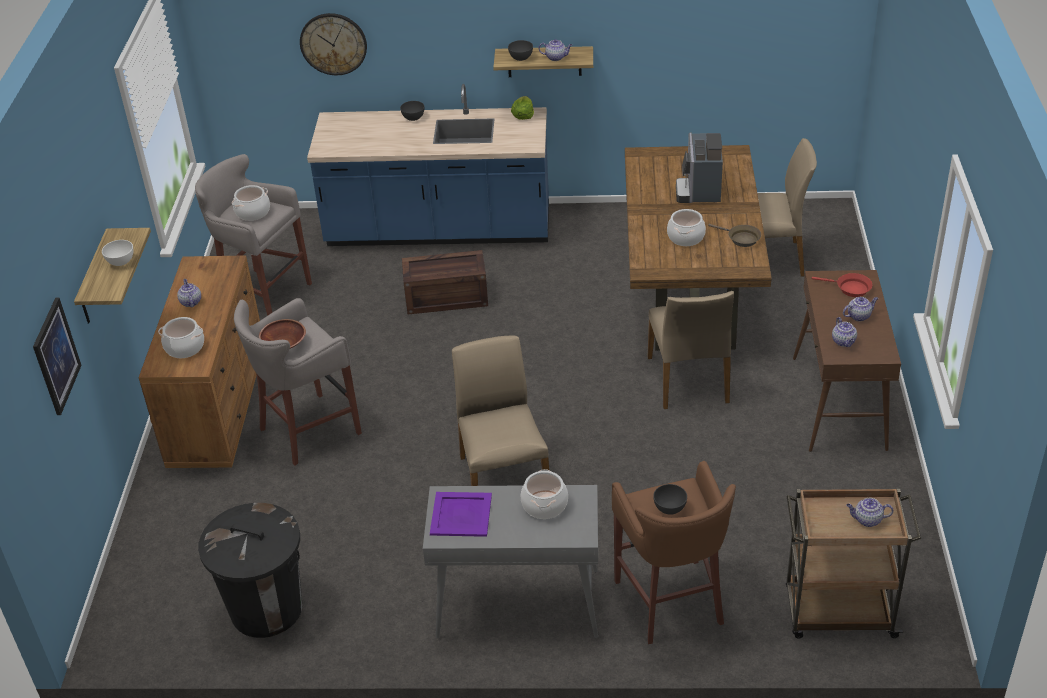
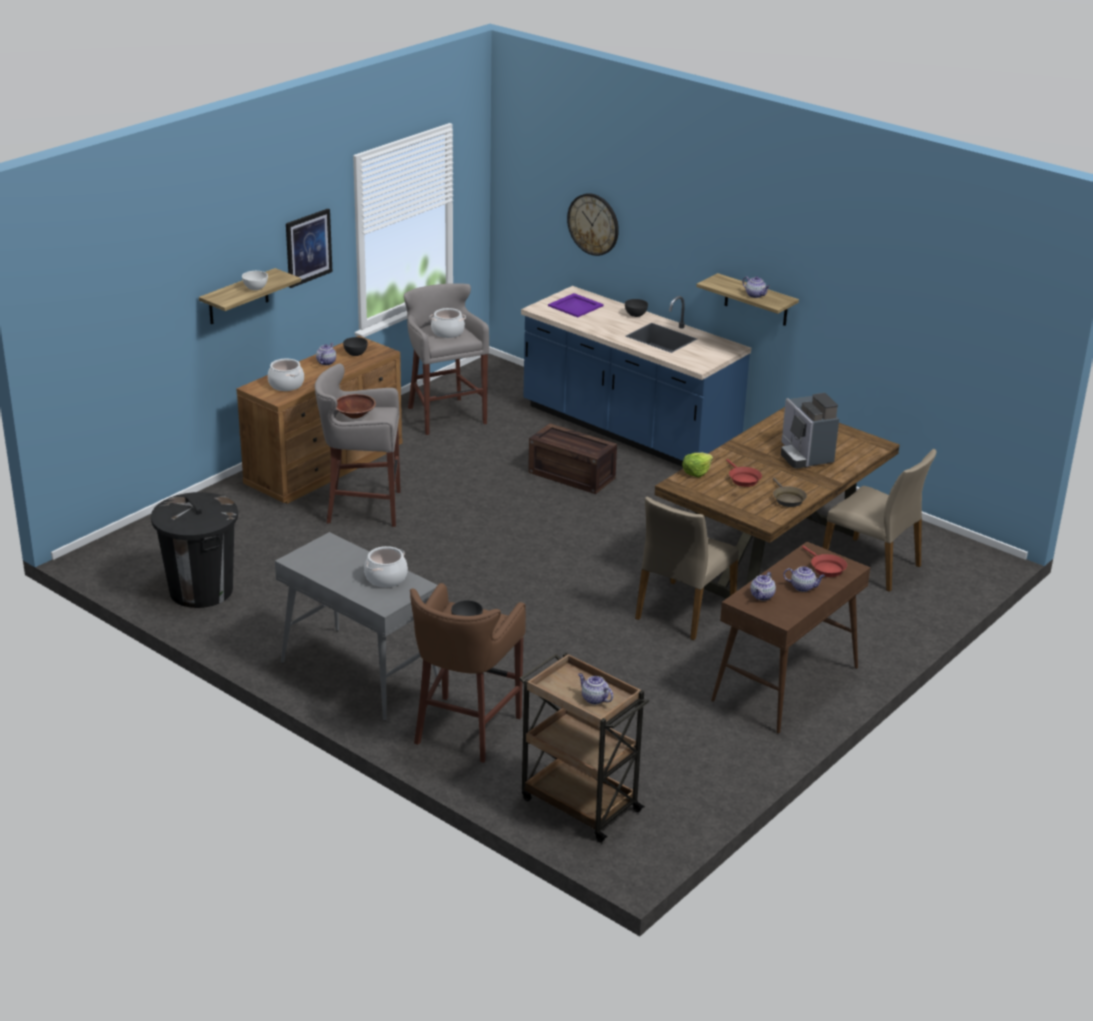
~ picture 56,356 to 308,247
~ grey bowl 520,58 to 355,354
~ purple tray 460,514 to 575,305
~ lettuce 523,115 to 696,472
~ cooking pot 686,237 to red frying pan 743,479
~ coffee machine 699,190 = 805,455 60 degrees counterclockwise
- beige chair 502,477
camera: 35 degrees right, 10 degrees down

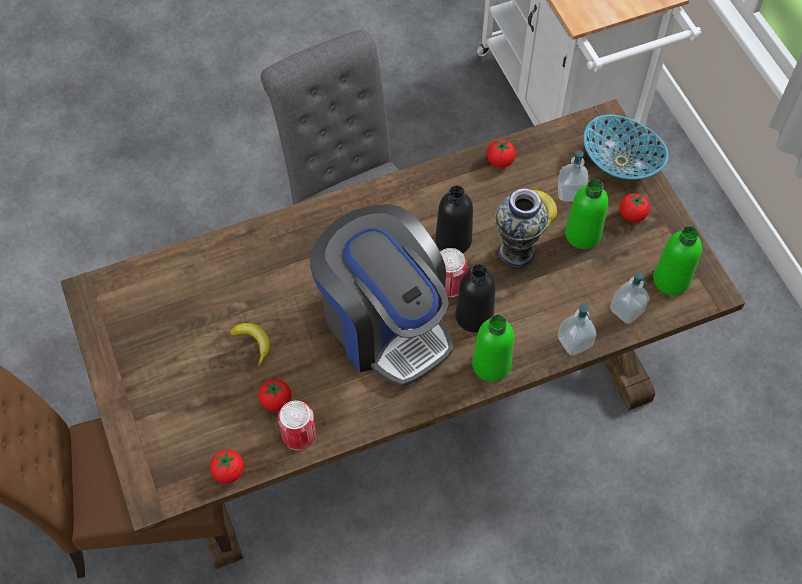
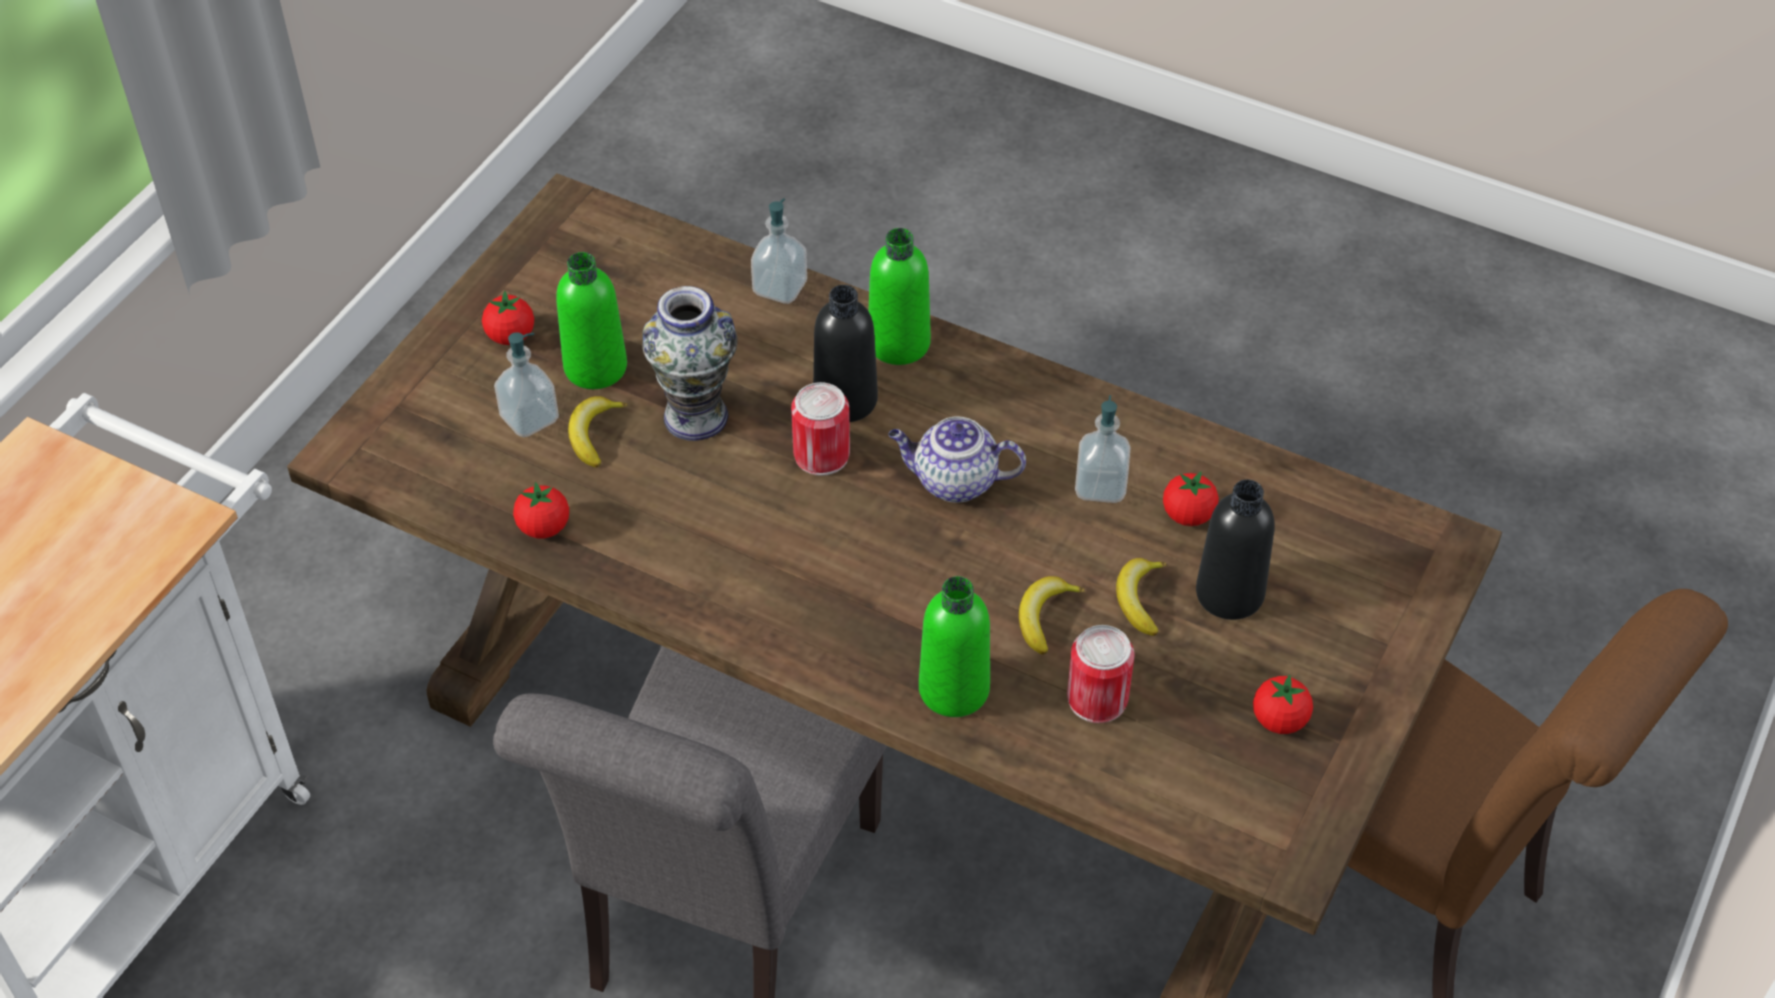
~ coffee machine 385,323 to teapot 954,482
~ green bottle 671,280 to 954,689
+ banana 1044,617
~ can 299,434 to 1097,699
~ soap dispenser 626,310 to 1100,486
~ black bottle 453,240 to 1229,594
~ tomato 228,472 to 1279,720
- bowl 621,161
camera: 130 degrees left, 10 degrees down

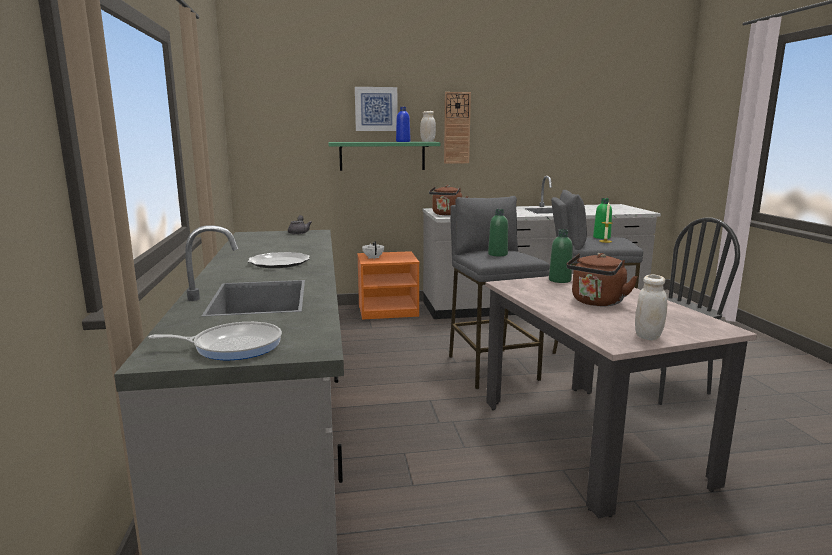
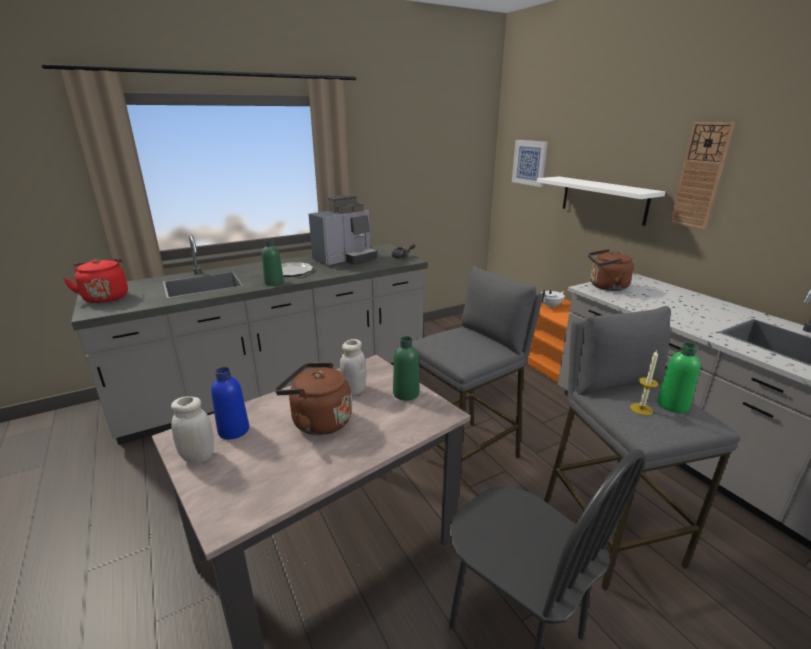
~ frying pan 233,346 to red kettle 106,297
~ blue bottle 403,141 to 233,430
~ green bottle 497,254 to 274,283
+ coffee machine 346,259
~ white jar 427,141 to 354,390
~ picture 376,109 to 529,162
~ green shelf 382,156 to white shelf 603,199
camera: 70 degrees right, 10 degrees up

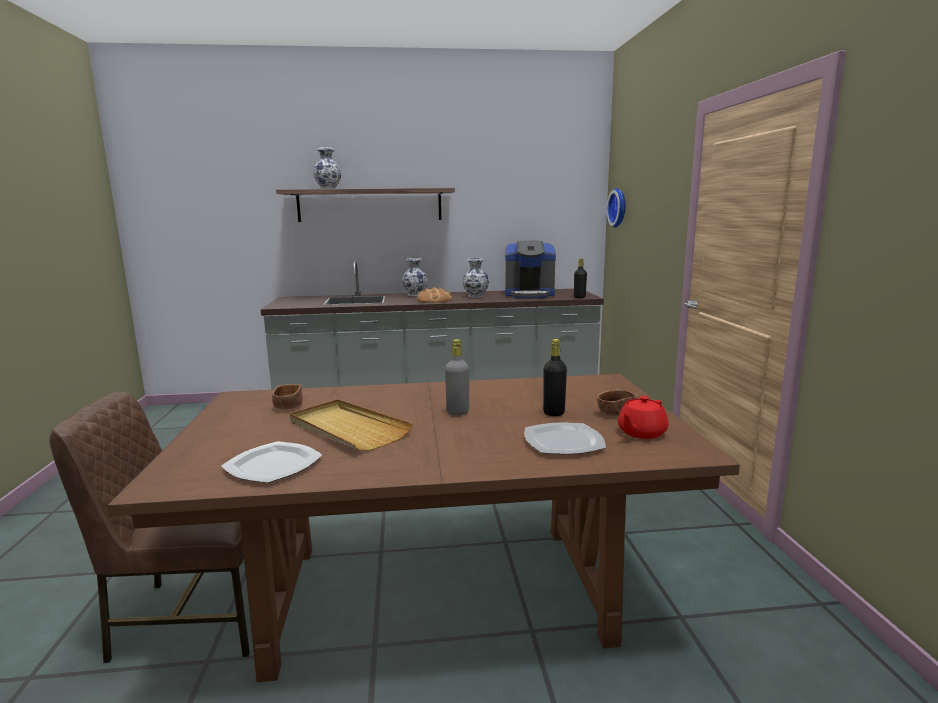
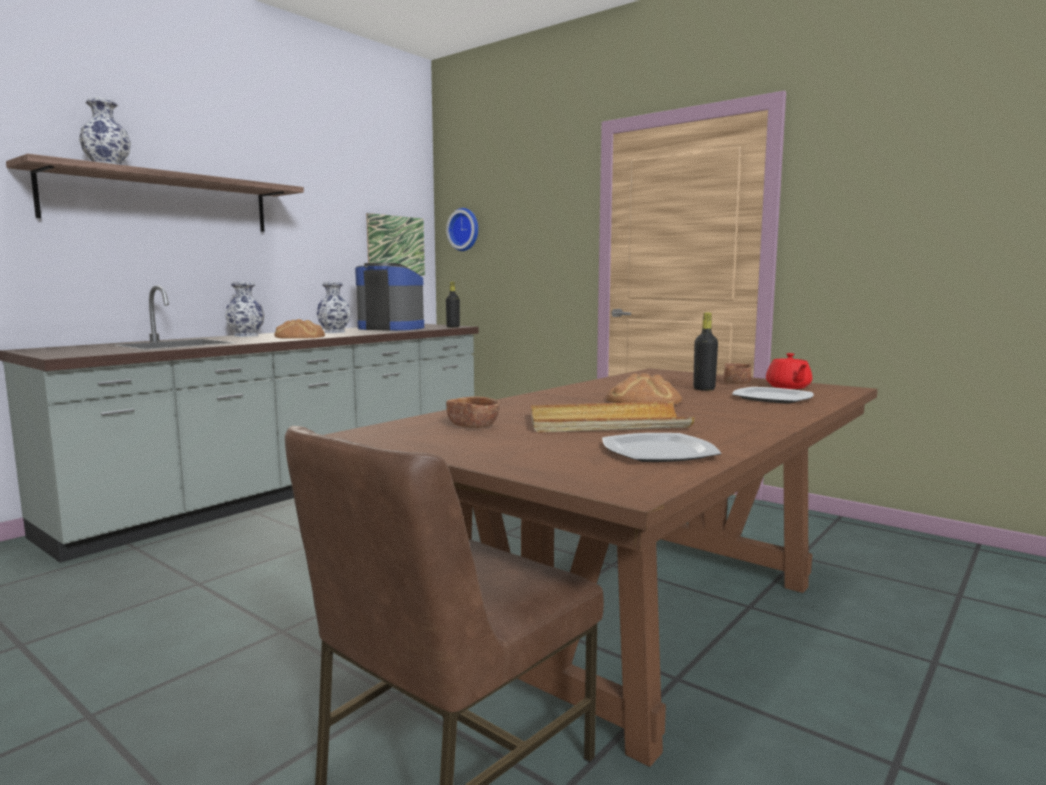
~ coffee machine 529,294 = 391,328 120 degrees counterclockwise
+ picture 396,245
~ grey bottle 457,412 to bread 643,400
camera: 45 degrees left, 5 degrees down

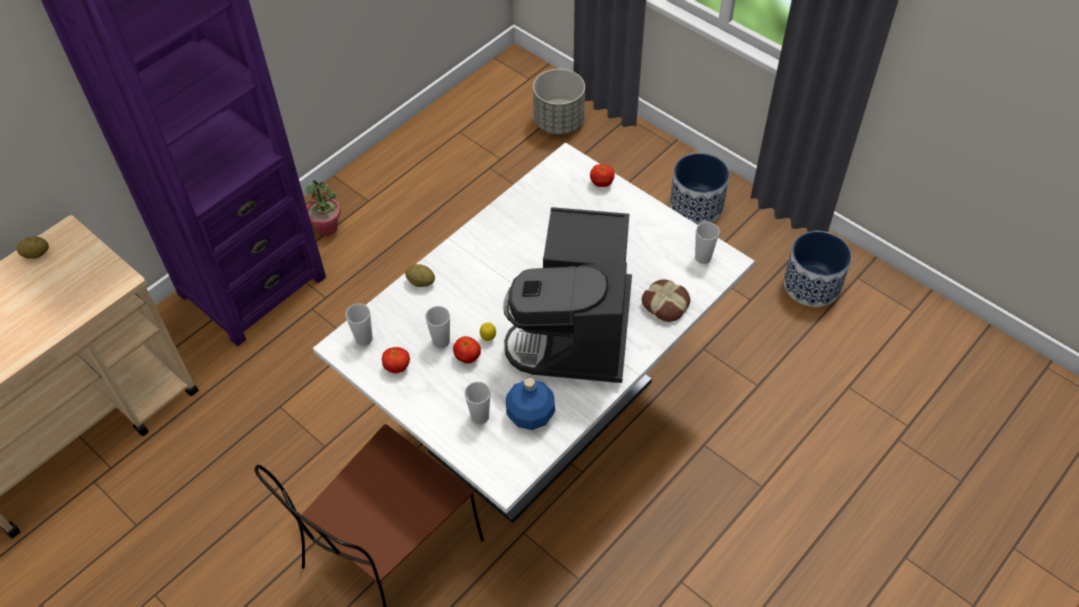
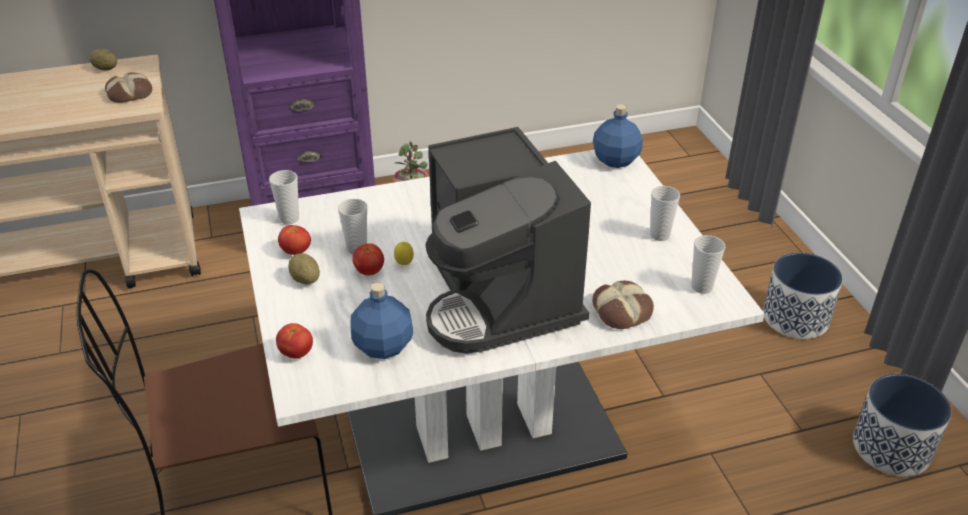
+ bread 130,93
~ tomato 601,183 to 296,353
~ potato 421,282 to 305,279
~ coffee machine 577,333 = 499,296 60 degrees counterclockwise
+ blue bottle 615,160
~ cup 480,417 to 659,235
- grey planter 558,122
camera: 30 degrees right, 15 degrees down

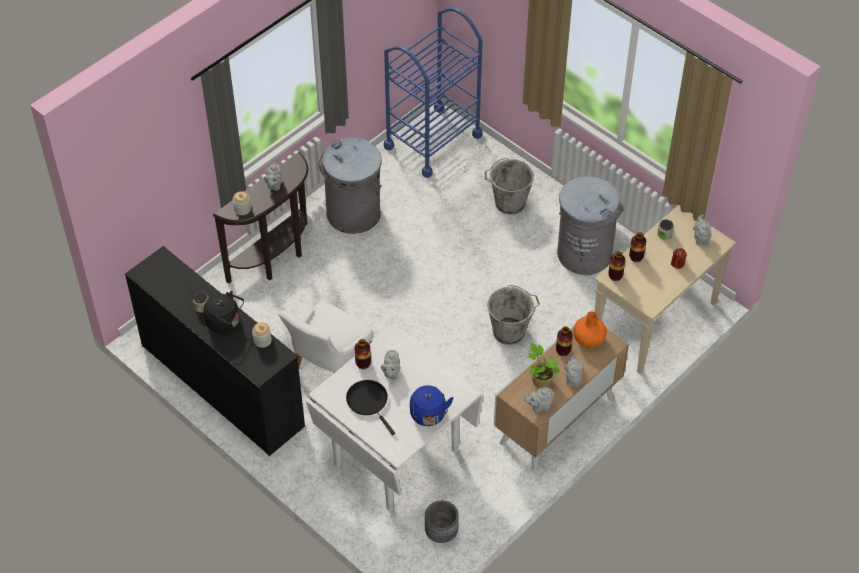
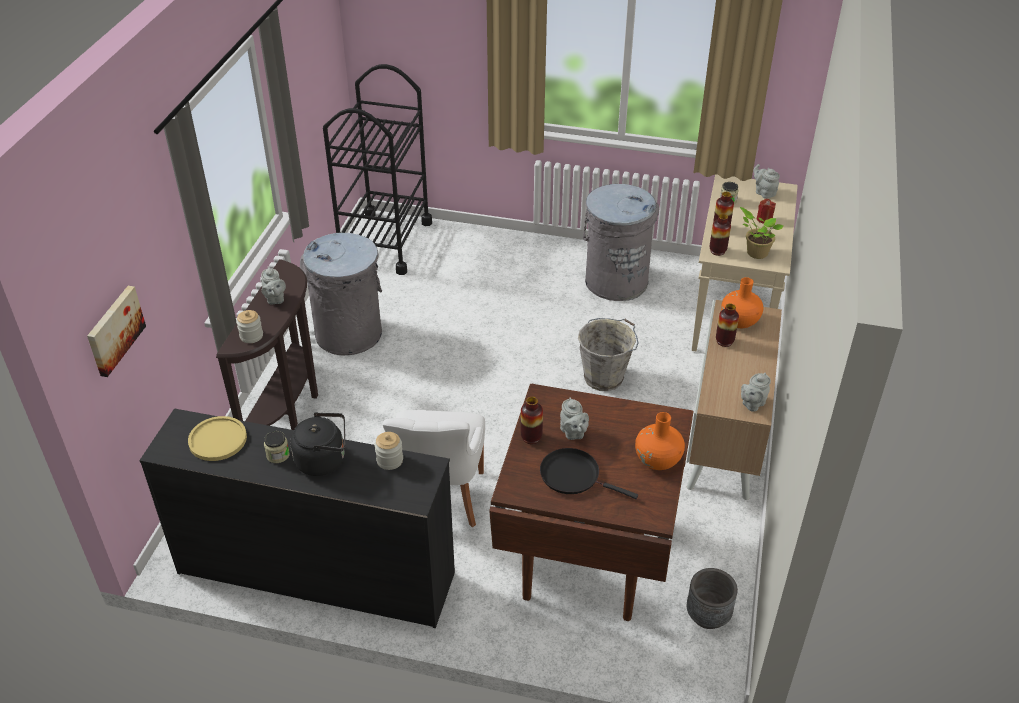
+ picture 114,330
+ yellow plate 218,439
~ blue cart 433,141 to black cart 385,242
~ white dining table 395,456 to brown dining table 587,555
~ blue kettle 428,416 to orange vase 657,460
~ potted plant 540,380 to 755,252
- grey bucket 508,203
- grey teapot 573,378
camera: 30 degrees left, 10 degrees down

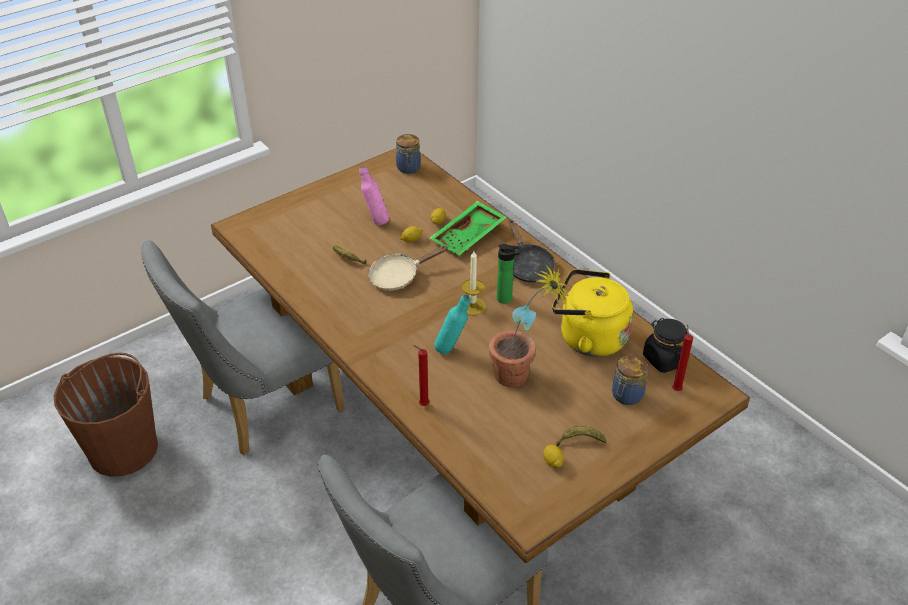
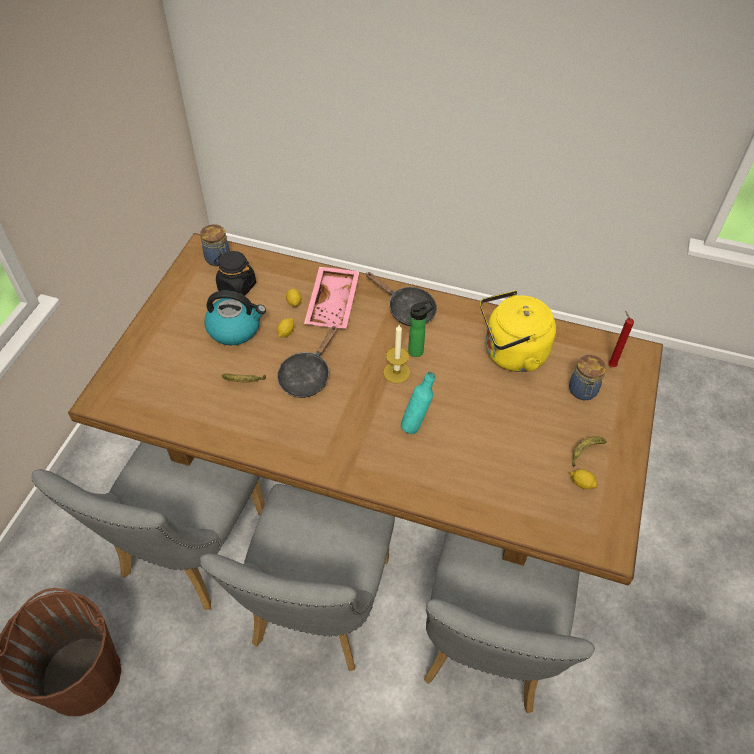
+ grey chair 316,611
~ pink bottle 375,221 to kettle 235,329
~ black jar 664,359 to 236,286
~ beige frying pan 398,276 to black frying pan 307,376
~ green tray 469,236 to pink tray 334,304
- red candle 422,405
- potted plant 521,378
camera: 35 degrees left, 10 degrees up

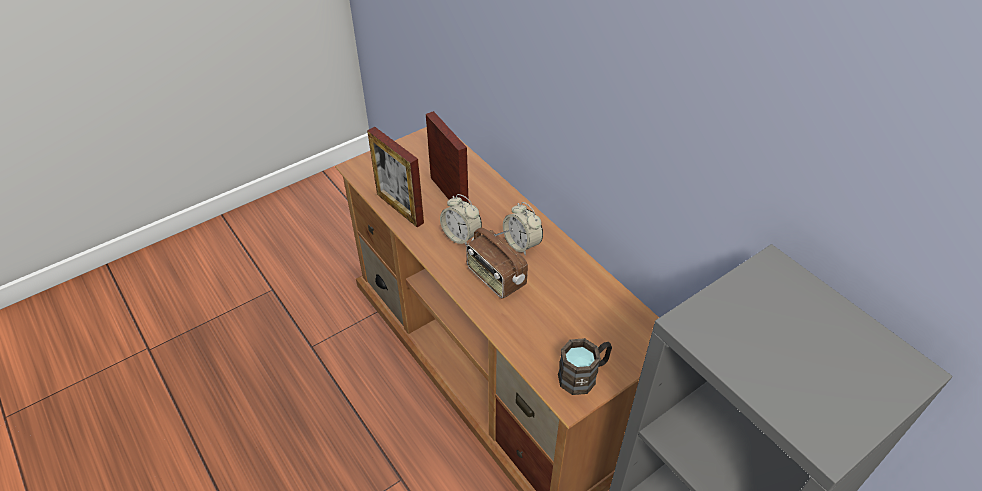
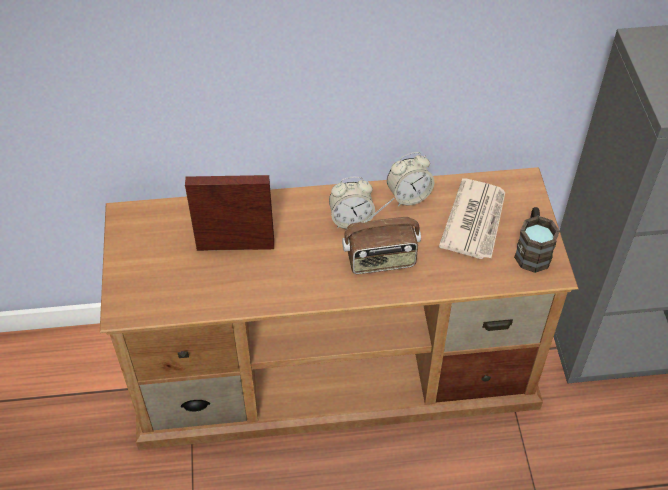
~ alarm clock 461,236 to 408,196
+ newspaper 475,221
- picture frame 400,208
camera: 60 degrees left, 5 degrees up

